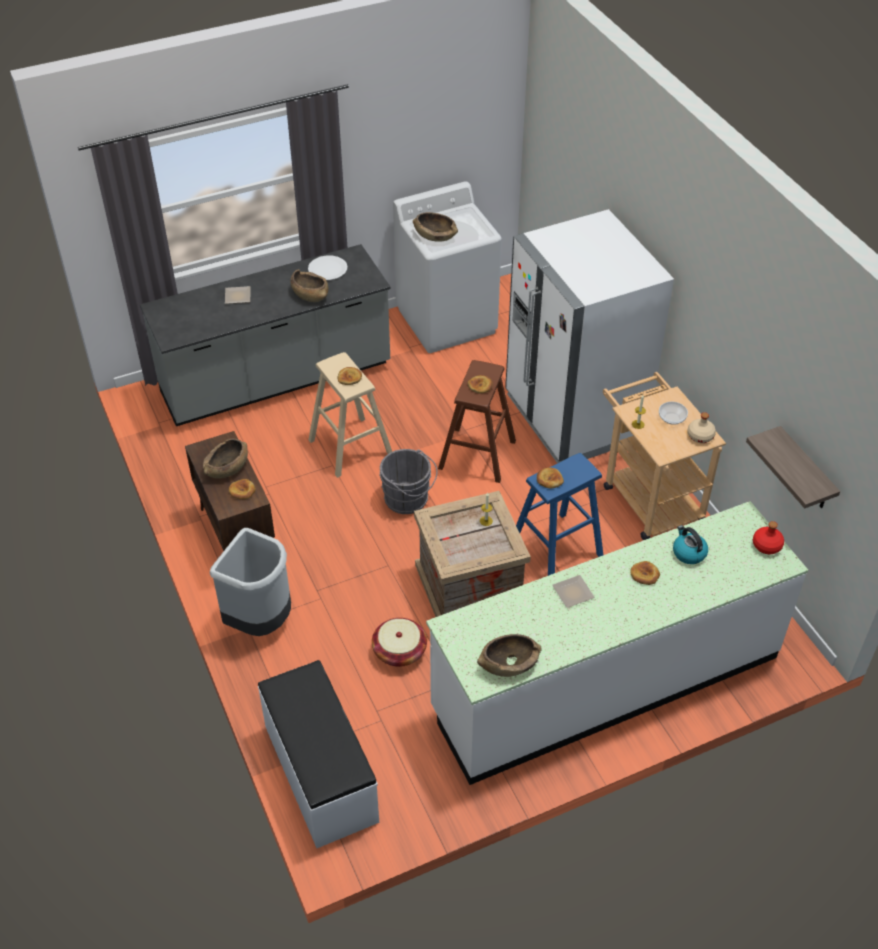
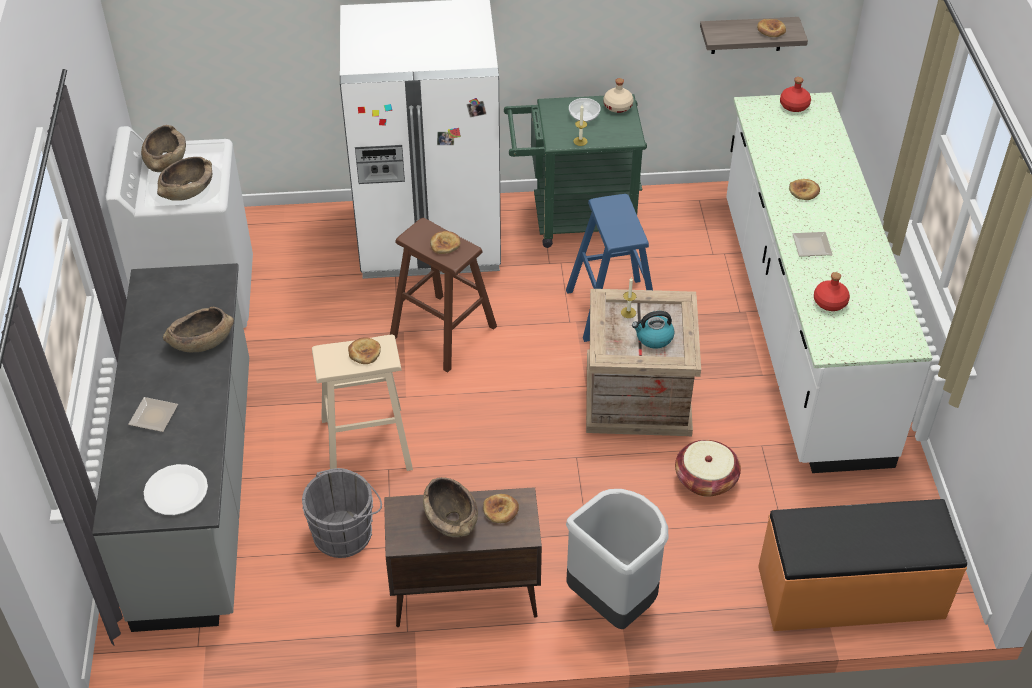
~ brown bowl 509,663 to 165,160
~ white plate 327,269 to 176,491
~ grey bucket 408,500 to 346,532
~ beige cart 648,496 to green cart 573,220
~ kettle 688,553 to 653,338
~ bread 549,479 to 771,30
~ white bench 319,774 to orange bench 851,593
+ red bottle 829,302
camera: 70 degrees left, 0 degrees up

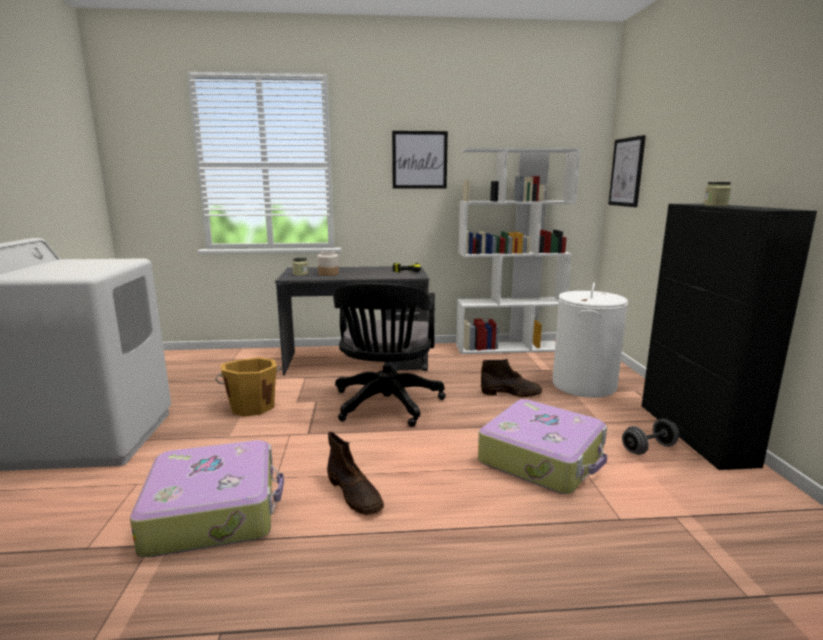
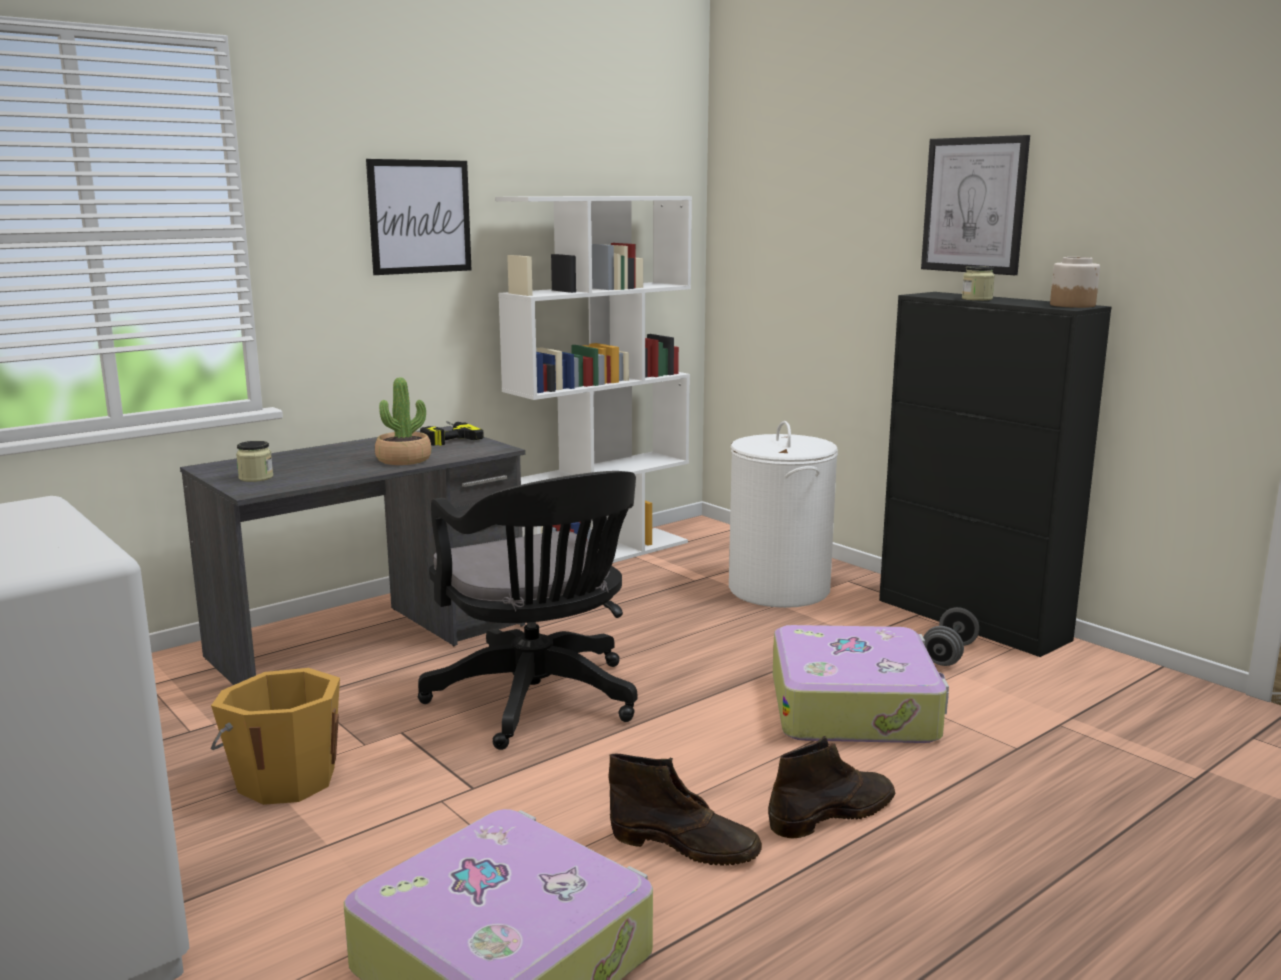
+ potted plant 404,460
~ brown boot 511,393 to 833,813
~ picture 627,172 to 974,205
~ jar 328,274 to 1072,305
camera: 35 degrees left, 0 degrees up

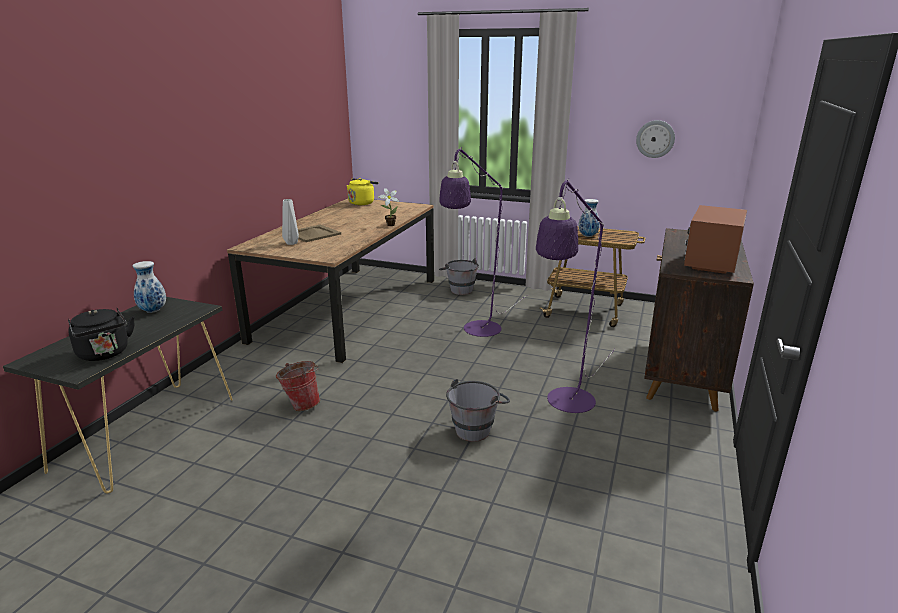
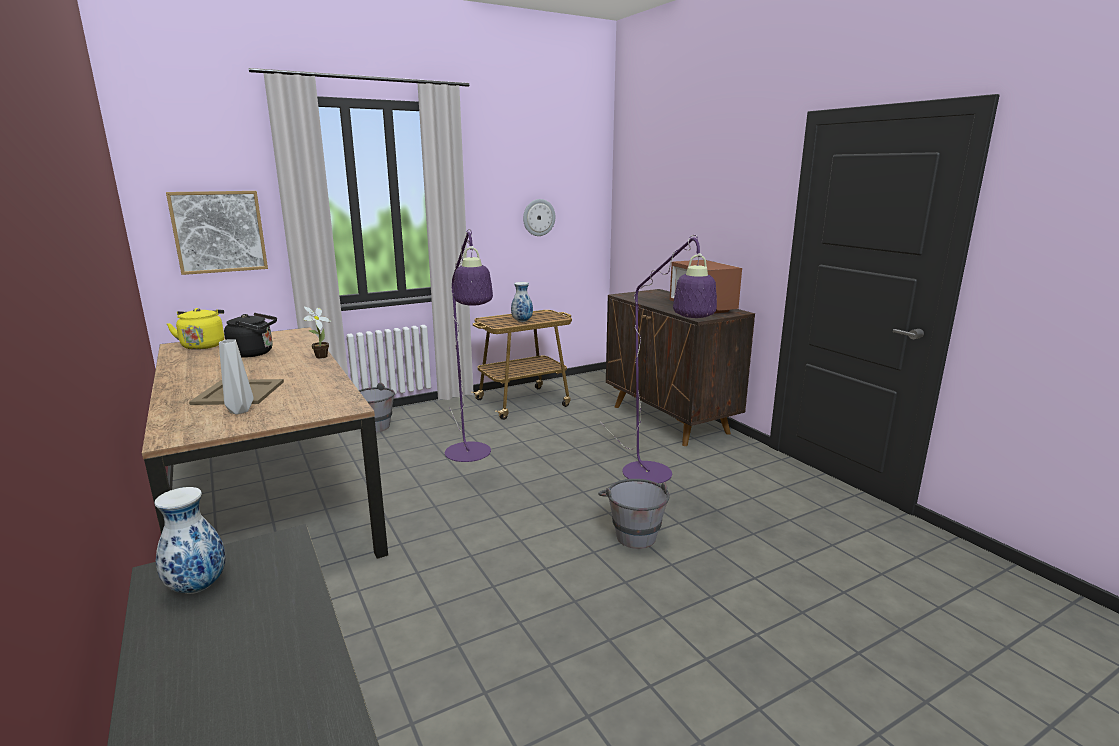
+ picture 219,231
~ black kettle 105,354 to 254,353
- bucket 301,404
camera: 50 degrees left, 5 degrees down

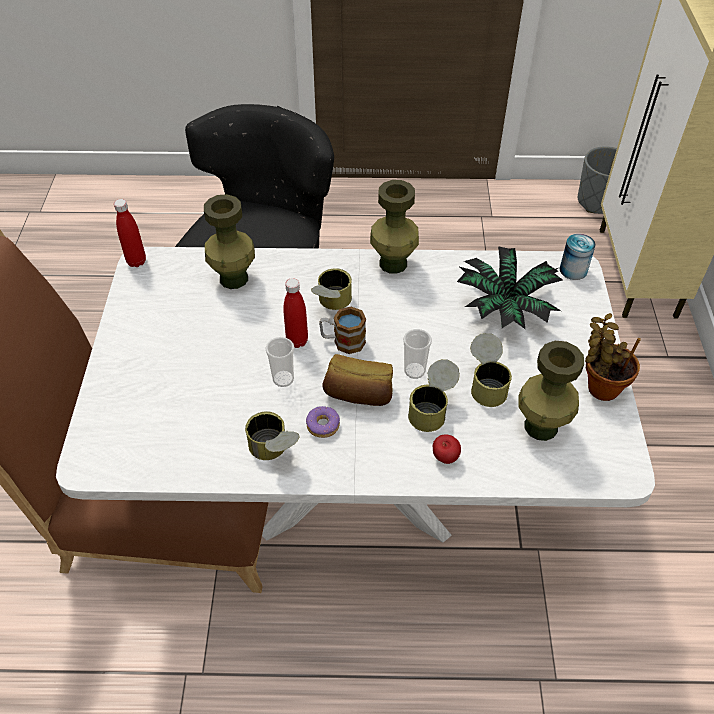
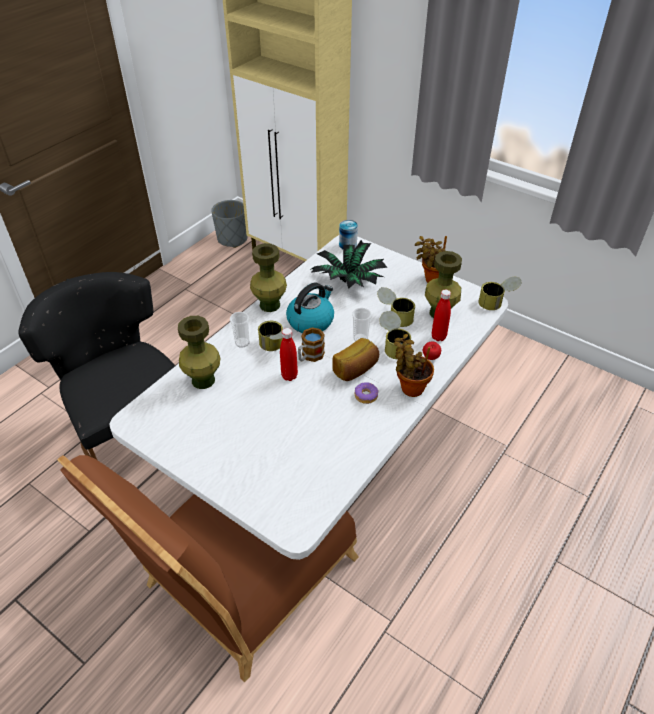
~ cup 283,379 to 242,342
+ kettle 311,321
+ potted plant 410,387
~ red bottle 136,261 to 438,337
~ can 274,452 to 497,302
camera: 55 degrees left, 5 degrees down

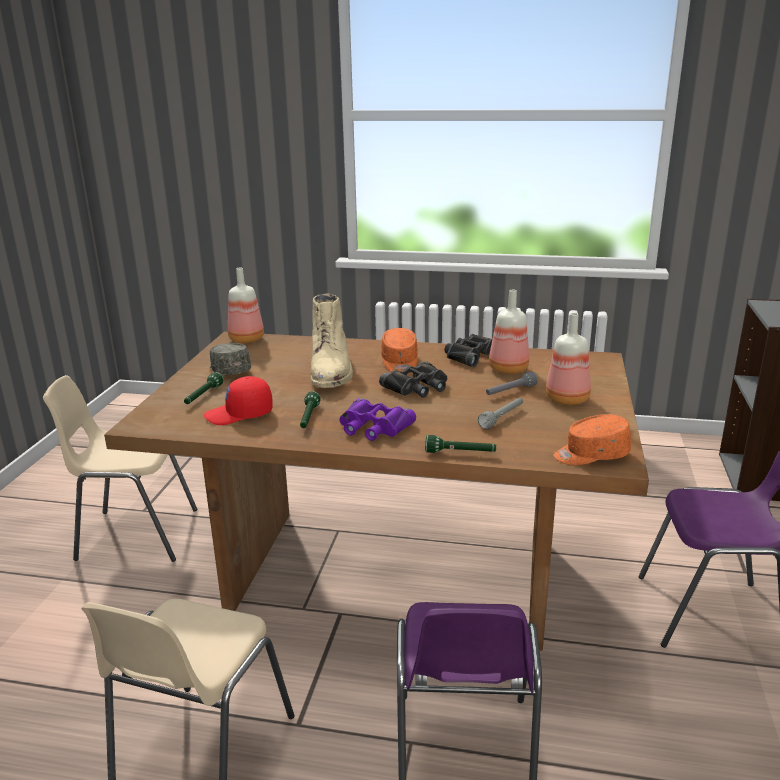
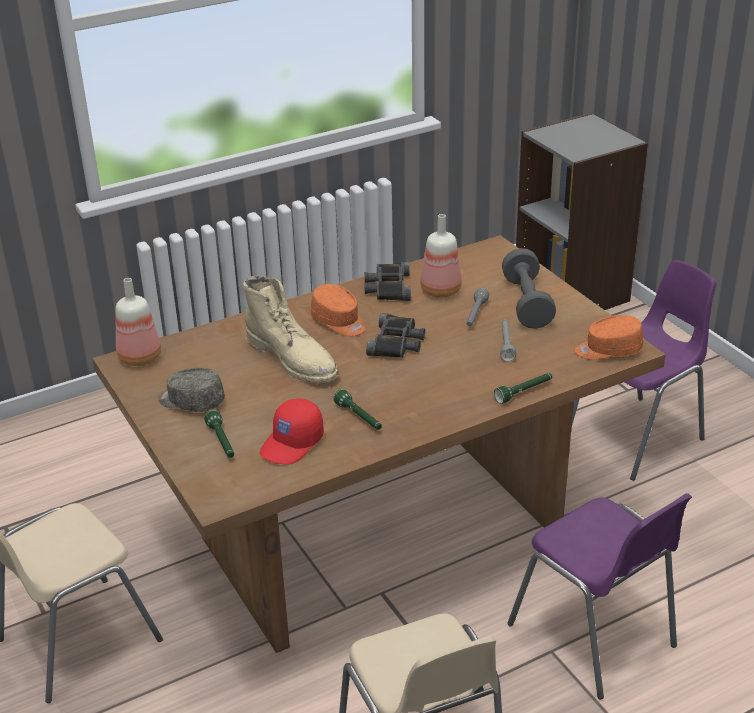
~ bottle 568,399 to grey dumbbell 527,303
~ orange cap 590,455 = 608,350 45 degrees clockwise
- purple binoculars 373,427
camera: 40 degrees left, 10 degrees up

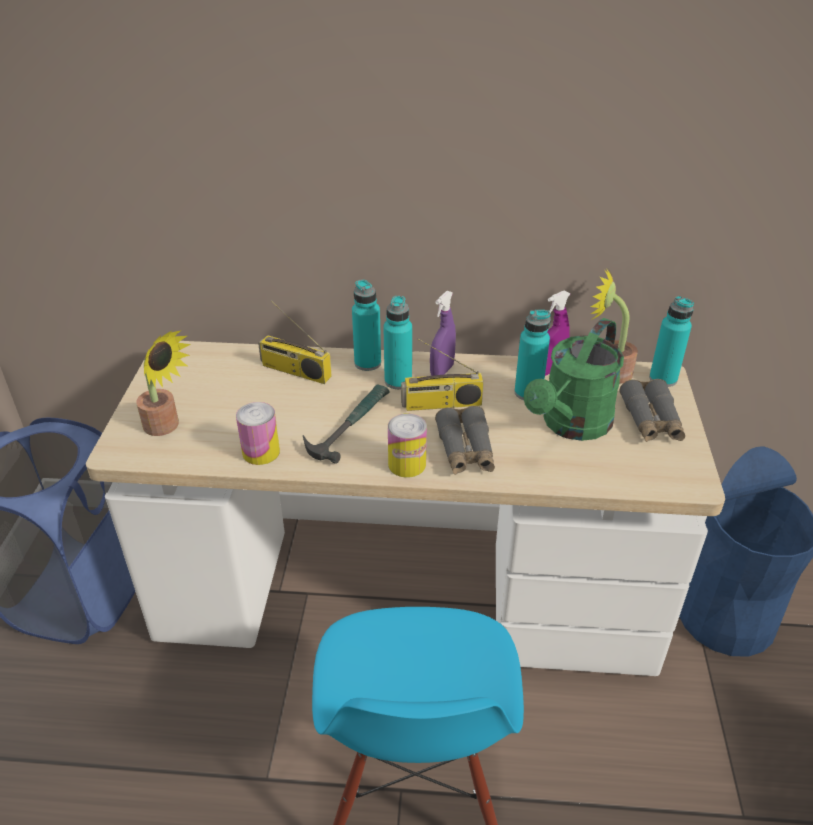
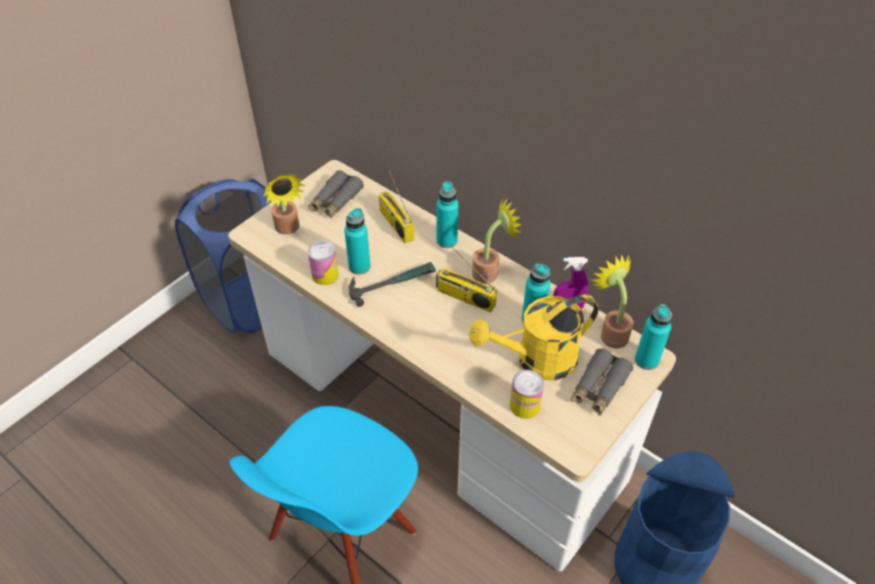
~ grey binoculars 465,450 to 335,201
~ turquoise bottle 398,381 to 359,266
~ green watering can 571,425 to yellow watering can 536,360
~ purple spray bottle 442,371 to potted plant 490,272
~ can 407,464 to 524,405
camera: 35 degrees right, 10 degrees up

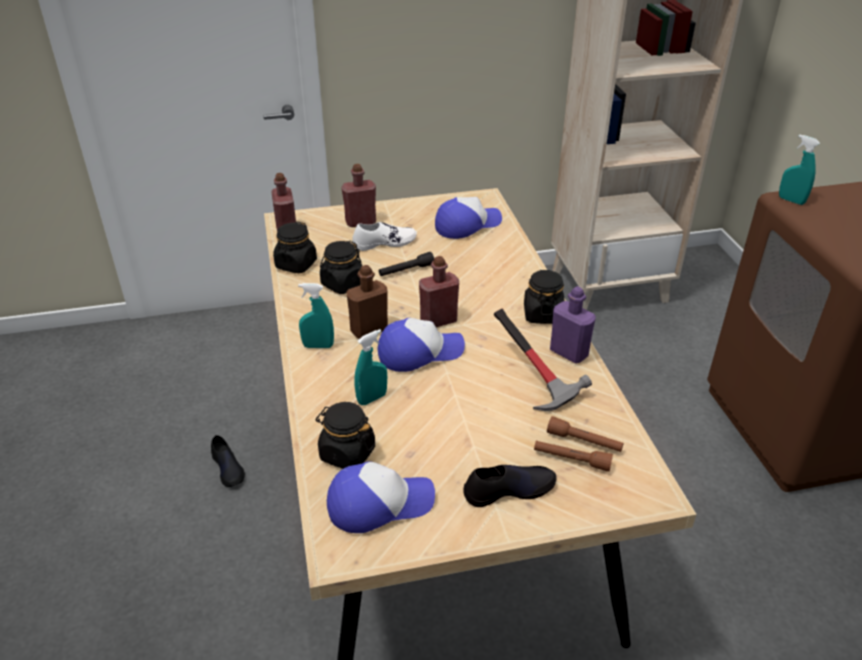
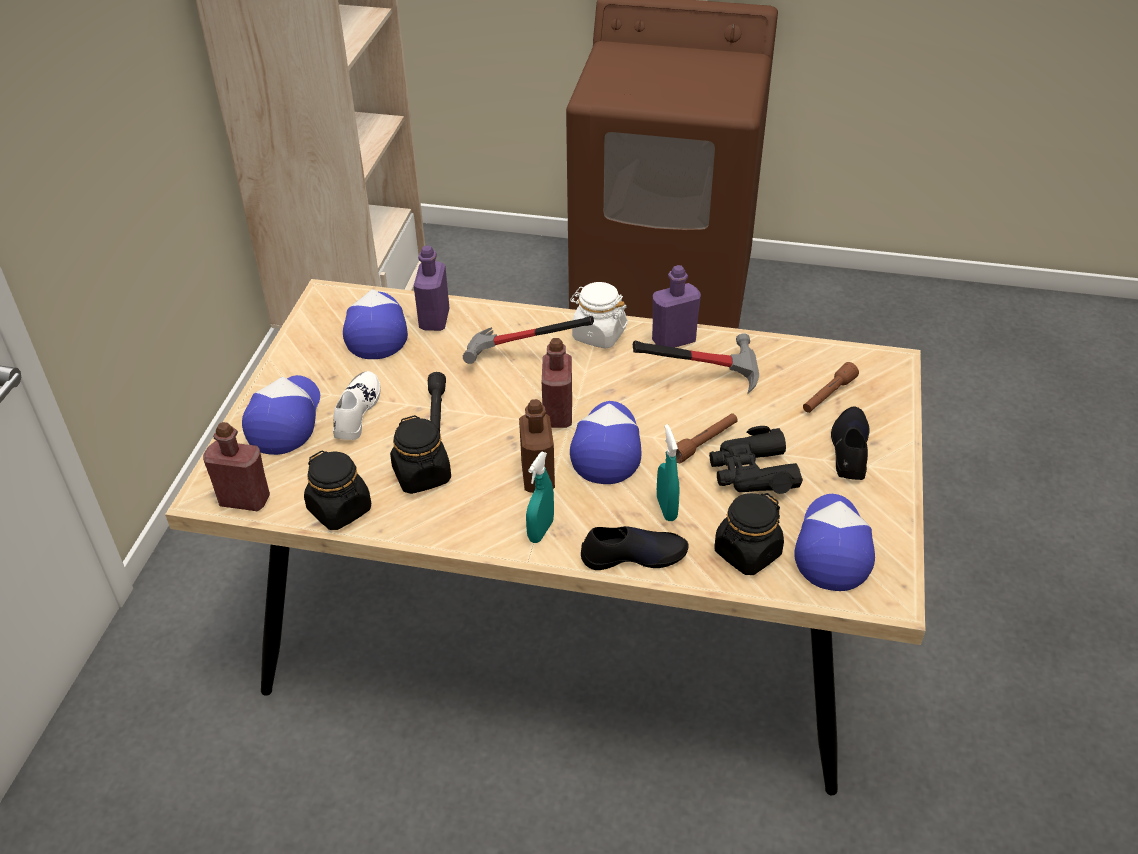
~ red bottle 360,222 to cap 285,420
+ purple bottle 434,320
+ hammer 521,358
~ black jar 542,314 to white jar 598,335
~ black shoe 228,468 to 634,555
~ brown flashlight 584,442 to 704,443
+ black binoculars 752,472
- turquoise spray bottle 791,200
camera: 65 degrees left, 5 degrees up

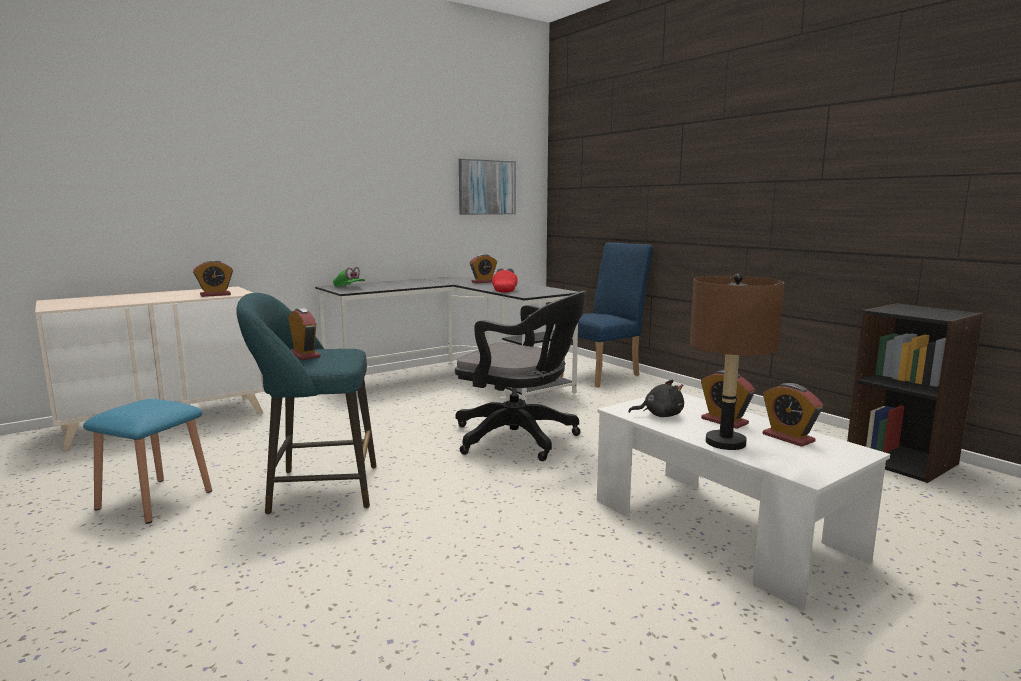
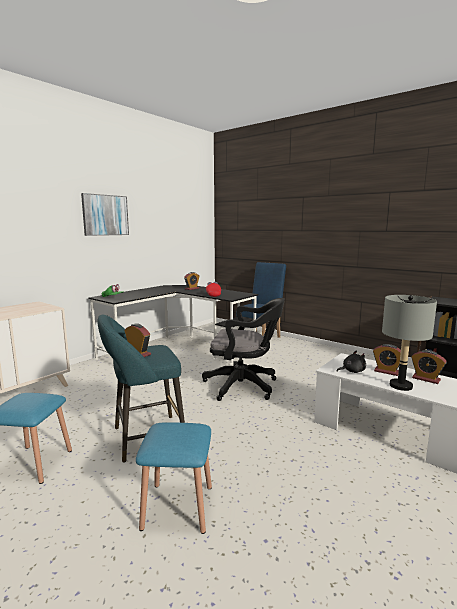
~ picture 486,187 to 105,215
+ blue stool 178,507
~ brown table lamp 726,443 to grey table lamp 401,386
- alarm clock 215,295
camera: 15 degrees left, 0 degrees up

